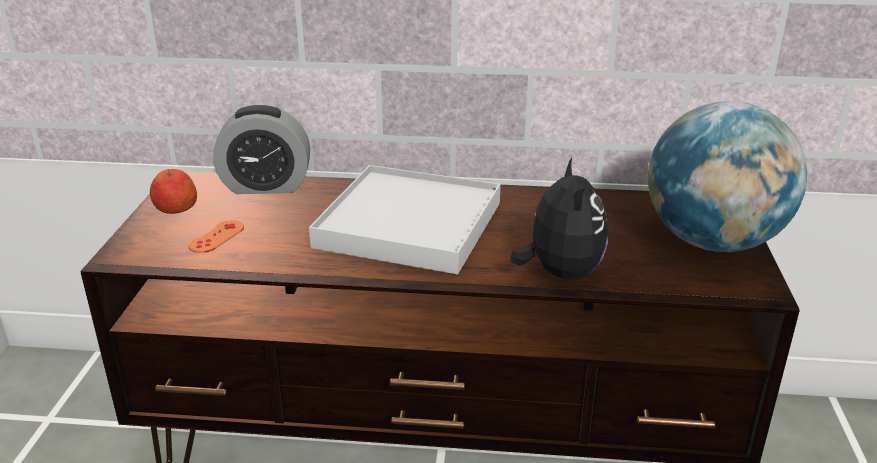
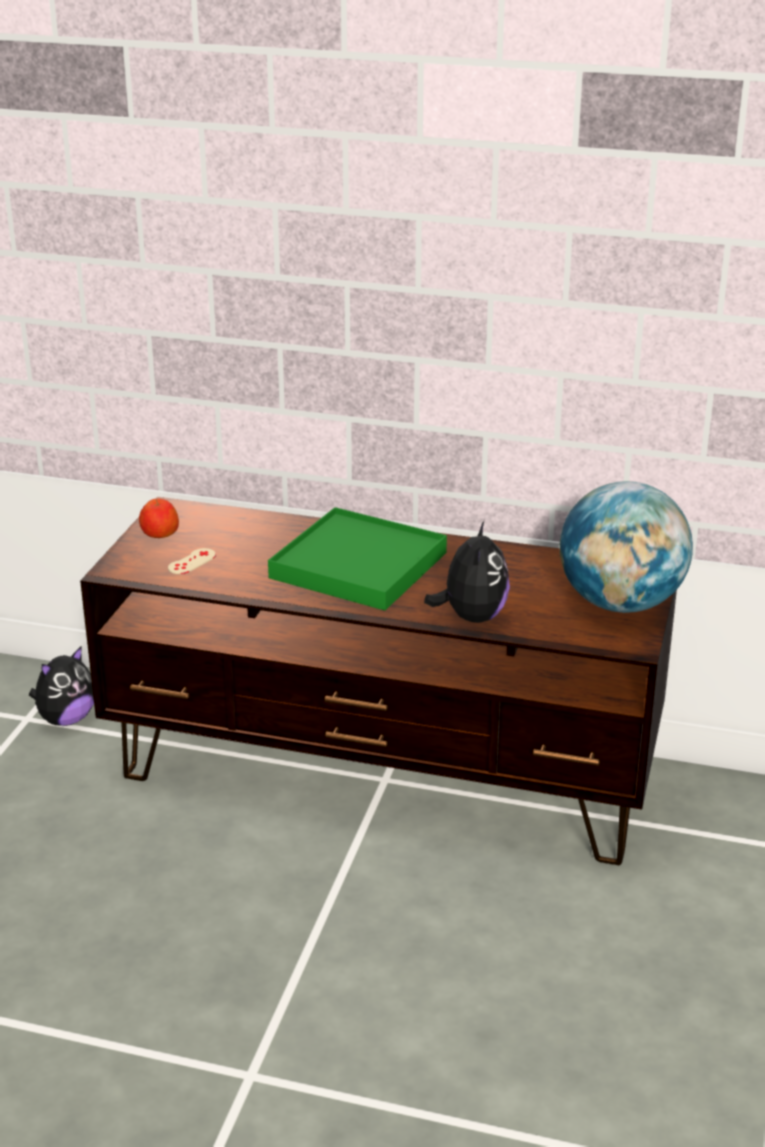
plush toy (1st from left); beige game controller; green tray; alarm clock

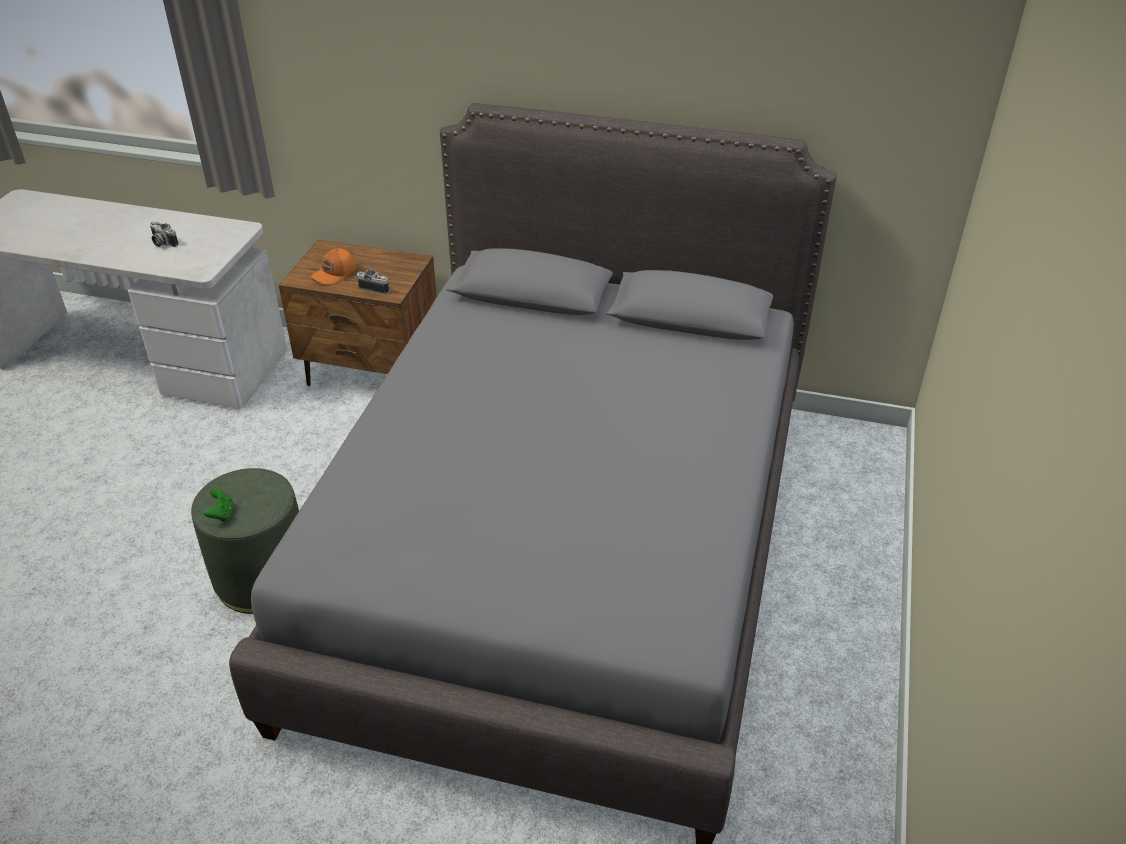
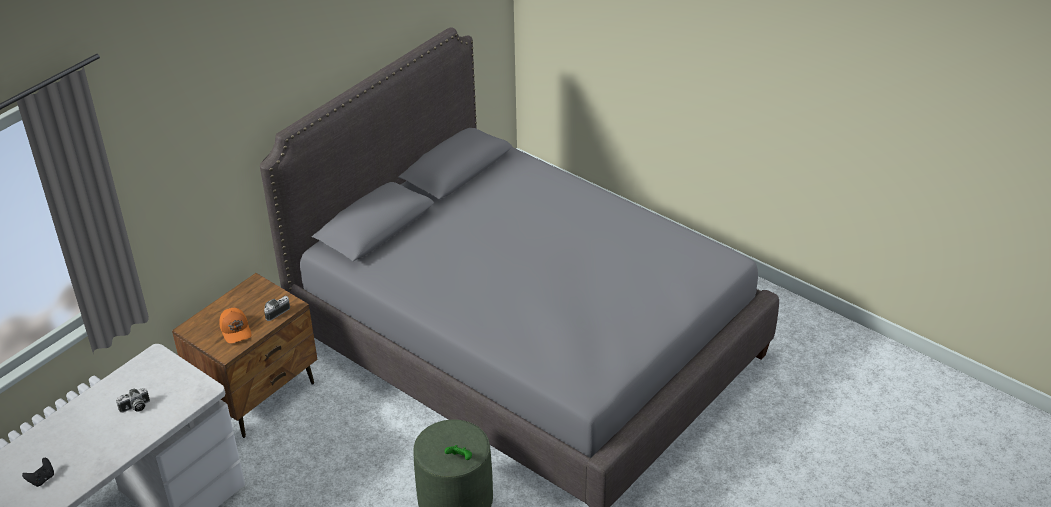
black game controller

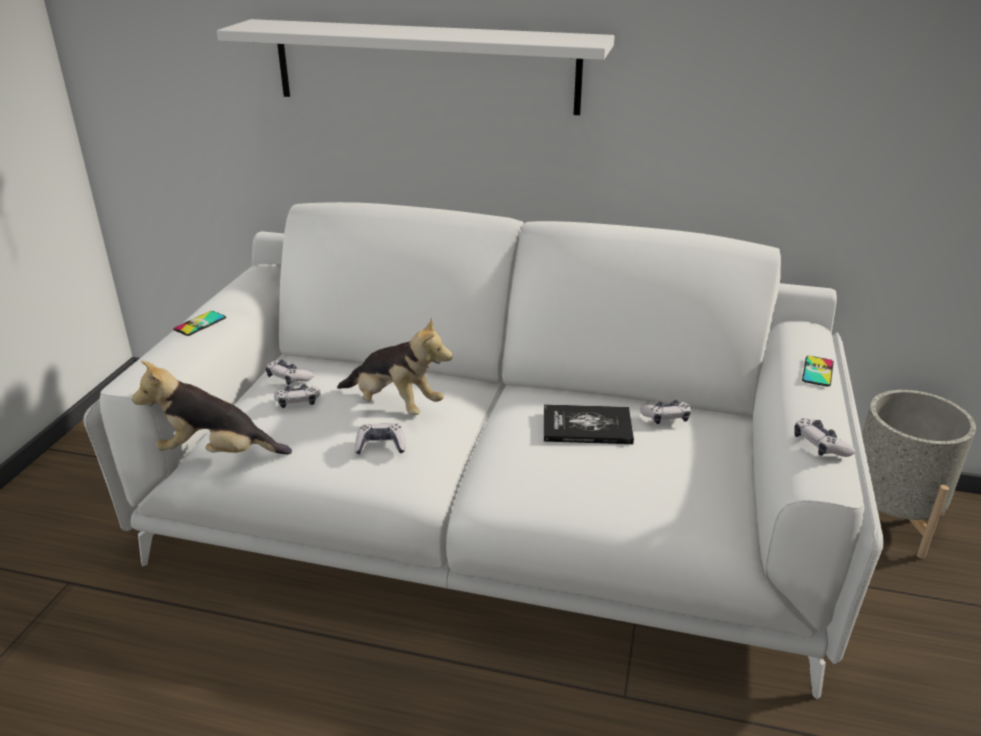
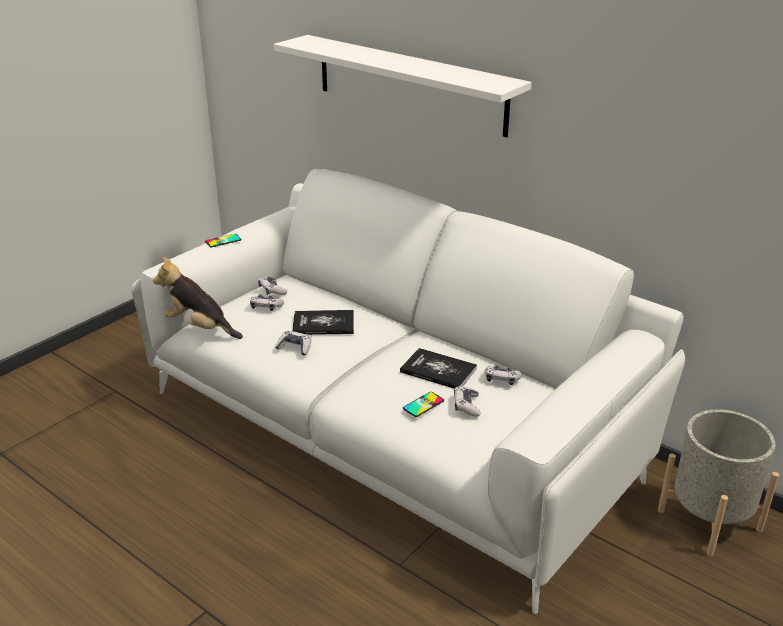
book (1st from left); phone (2nd from left); game controller (4th from left)

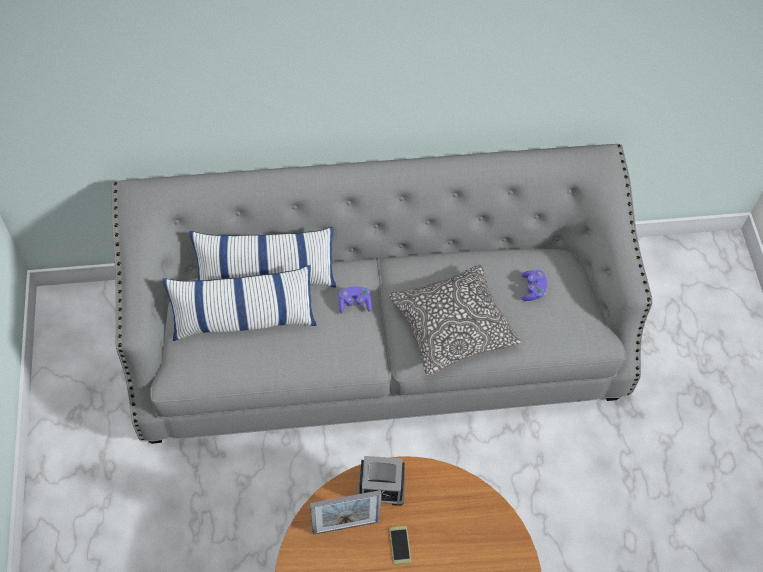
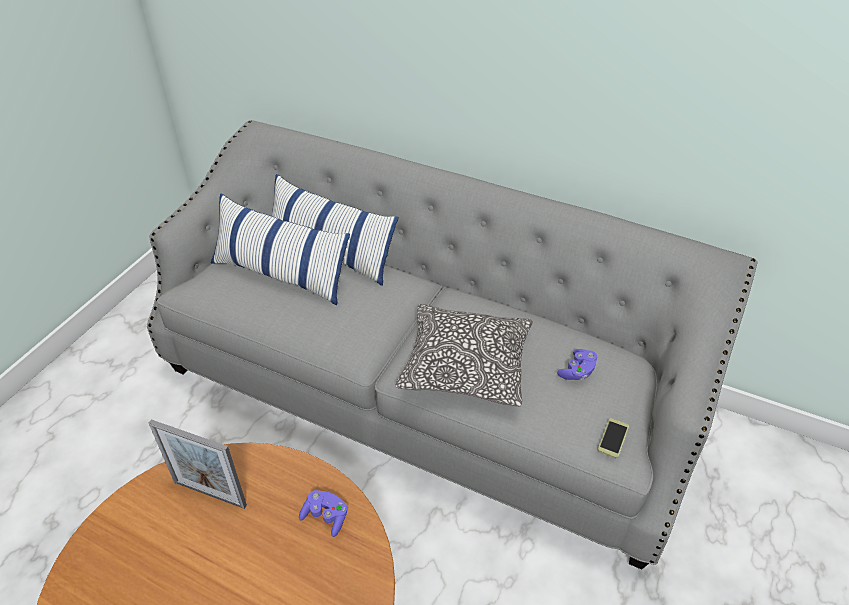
purple game controller (1st from left); phone; alarm clock

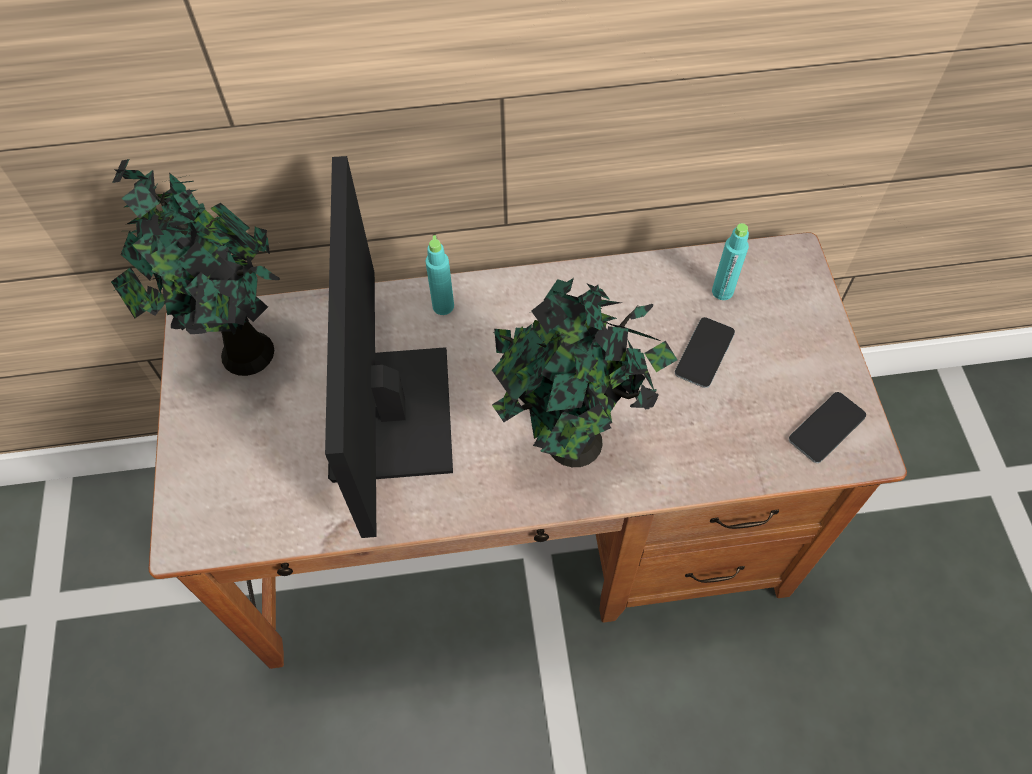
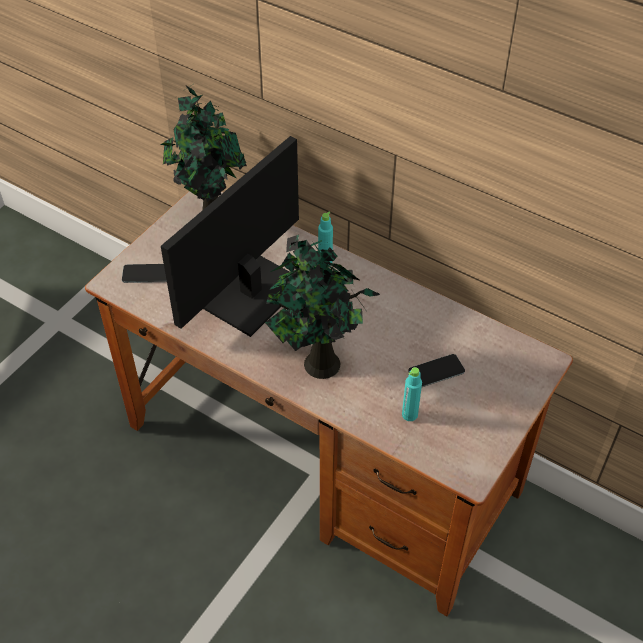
phone (1st from left); turquoise bottle (2nd from left)

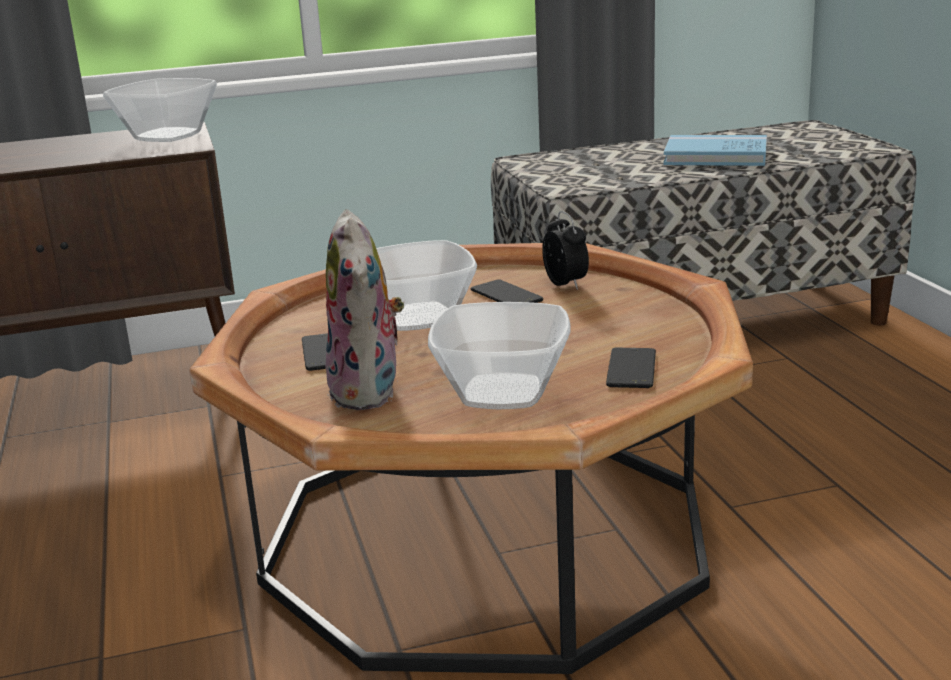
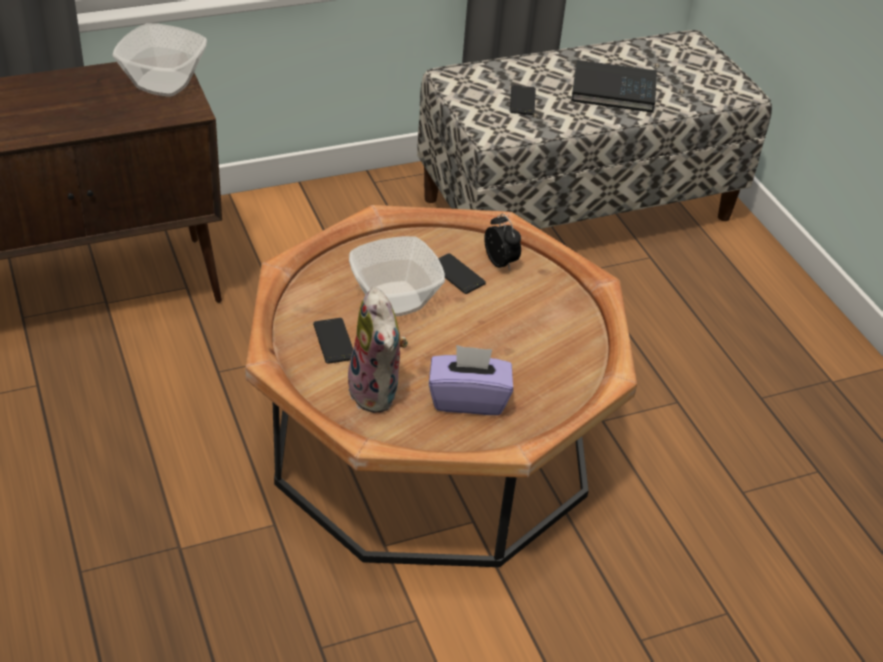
purple tissue box; phone (3rd from left); black book

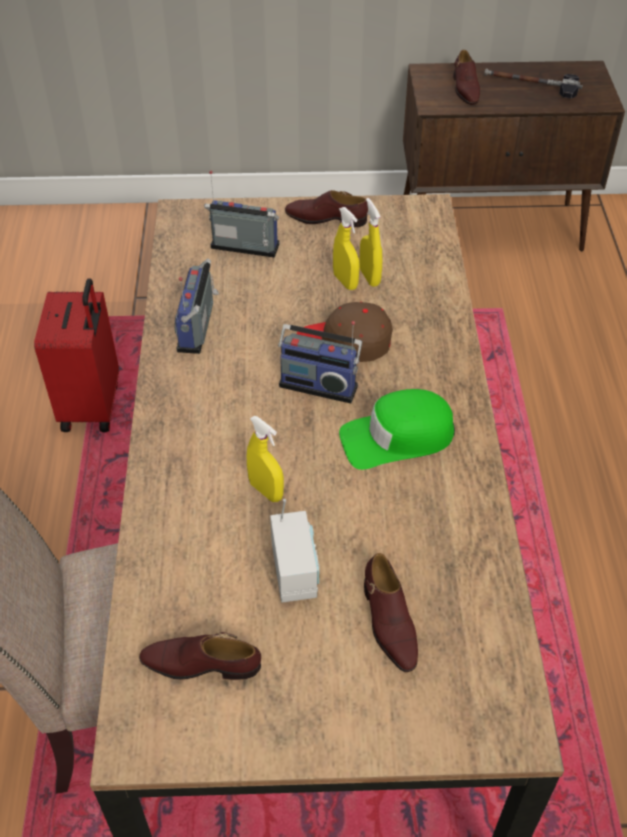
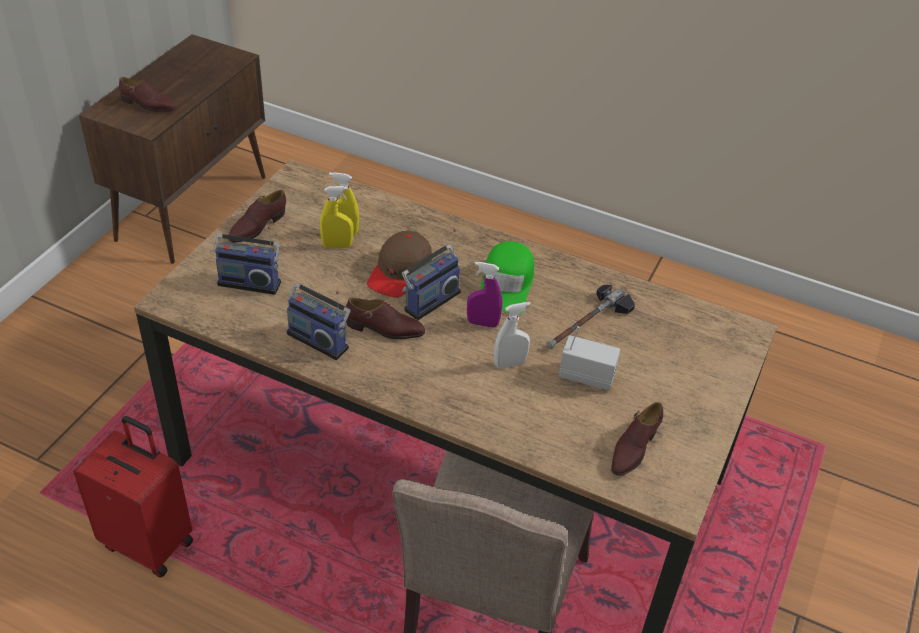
radio (1st from left); brown shoe (3rd from left); purple spray bottle; white spray bottle; hammer

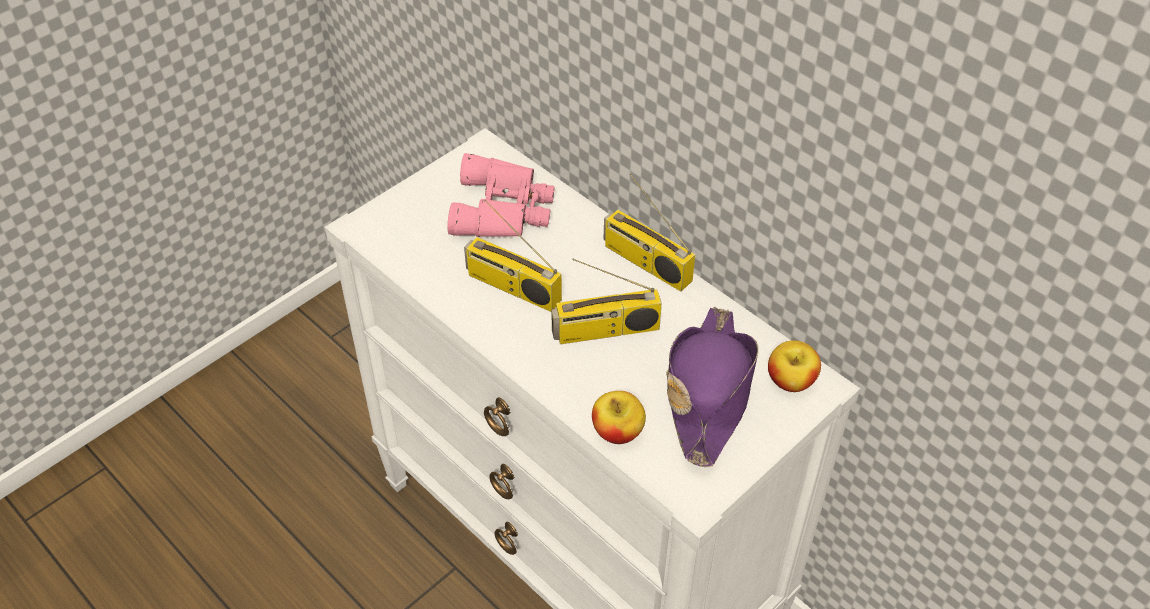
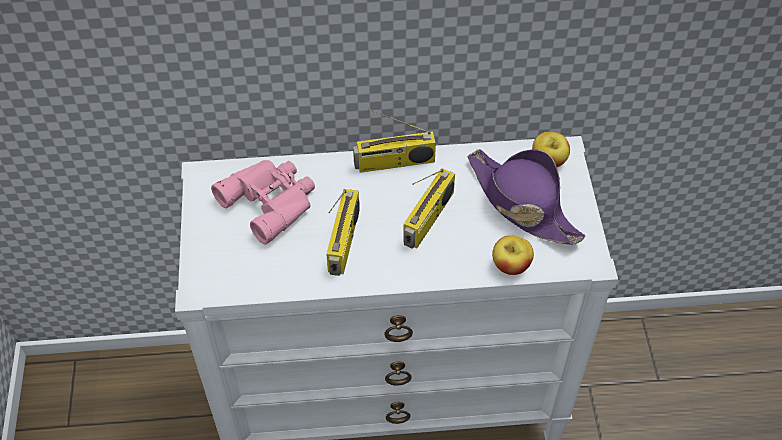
radio (1st from left)

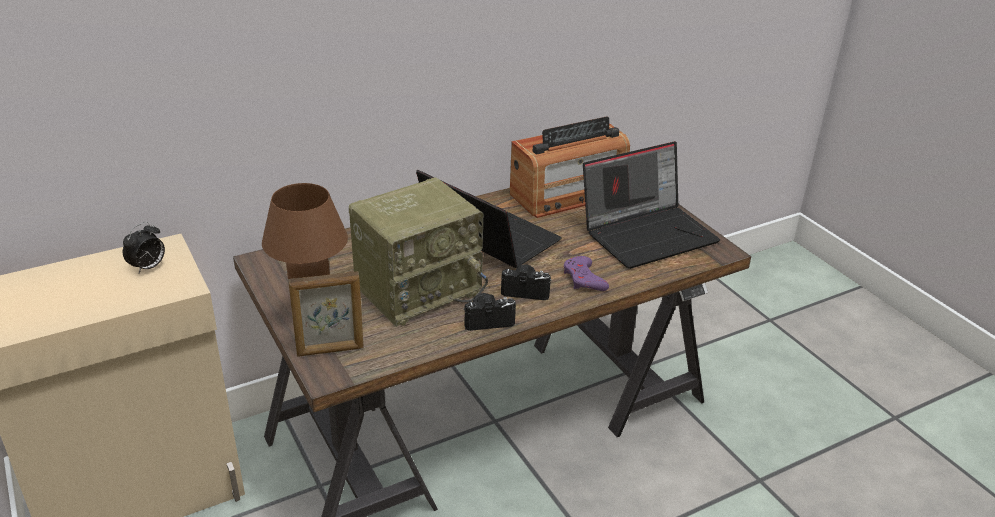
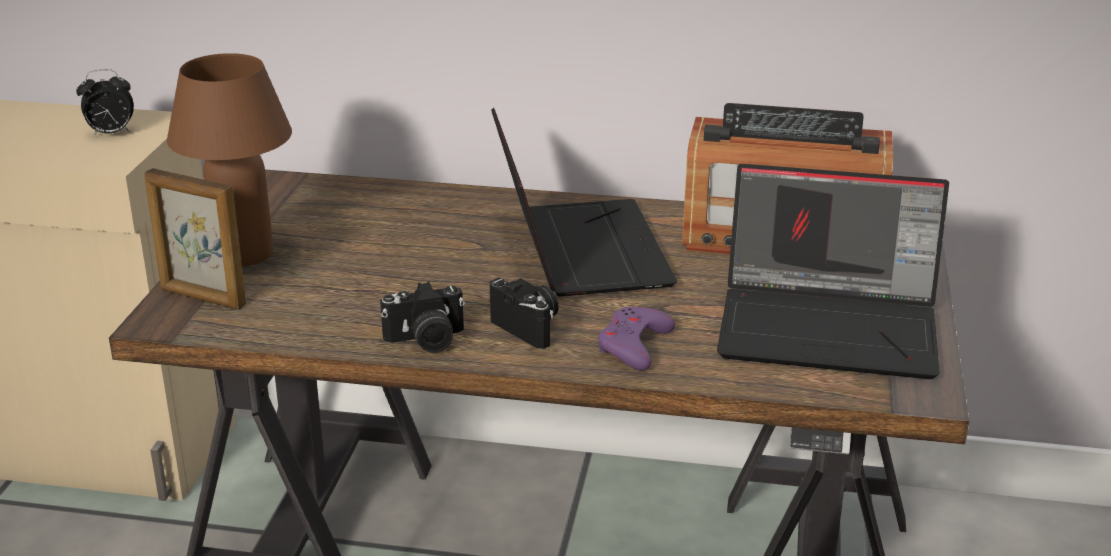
photo camera (1st from left); radio (1st from left in the first image)

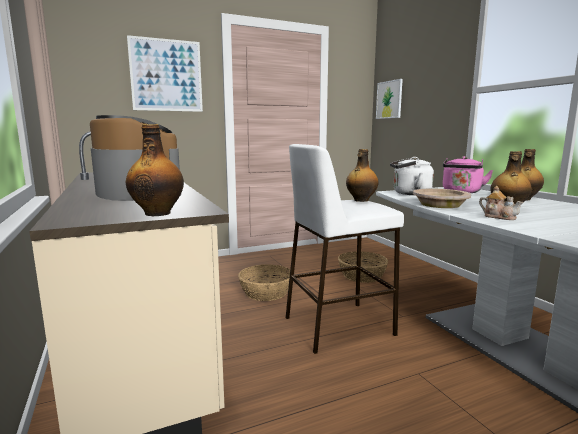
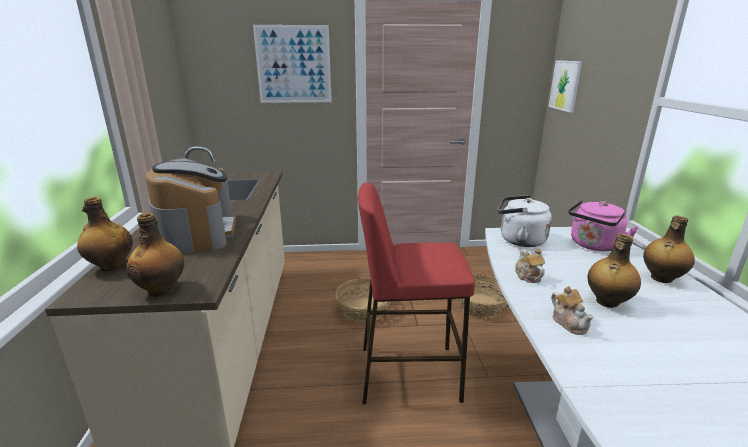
bottle (1st from left); red stool; teapot (1st from left)

